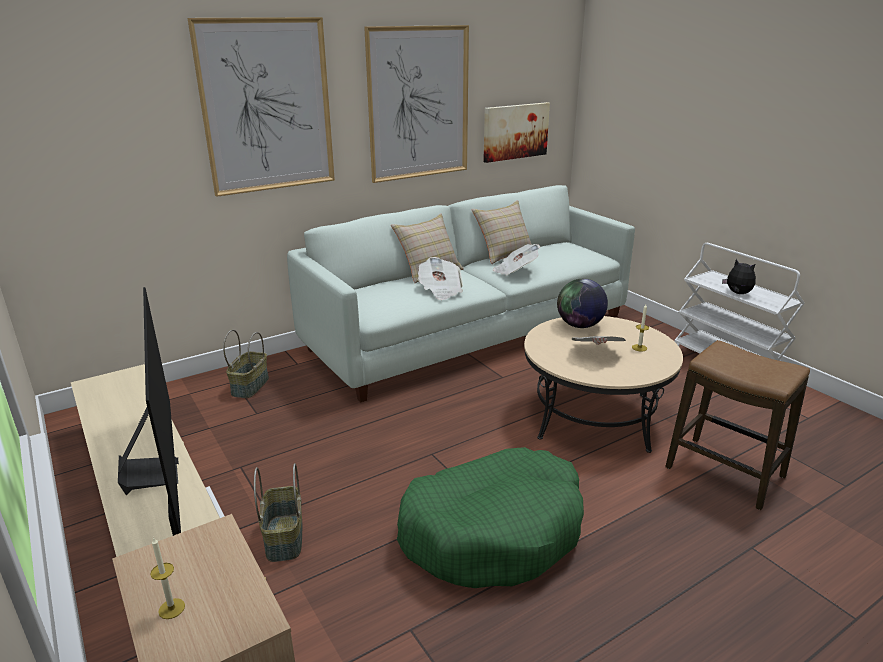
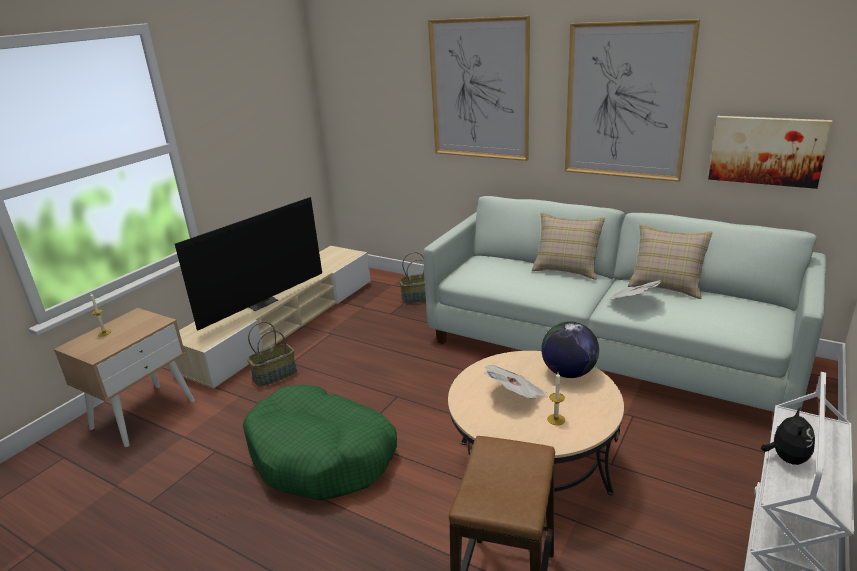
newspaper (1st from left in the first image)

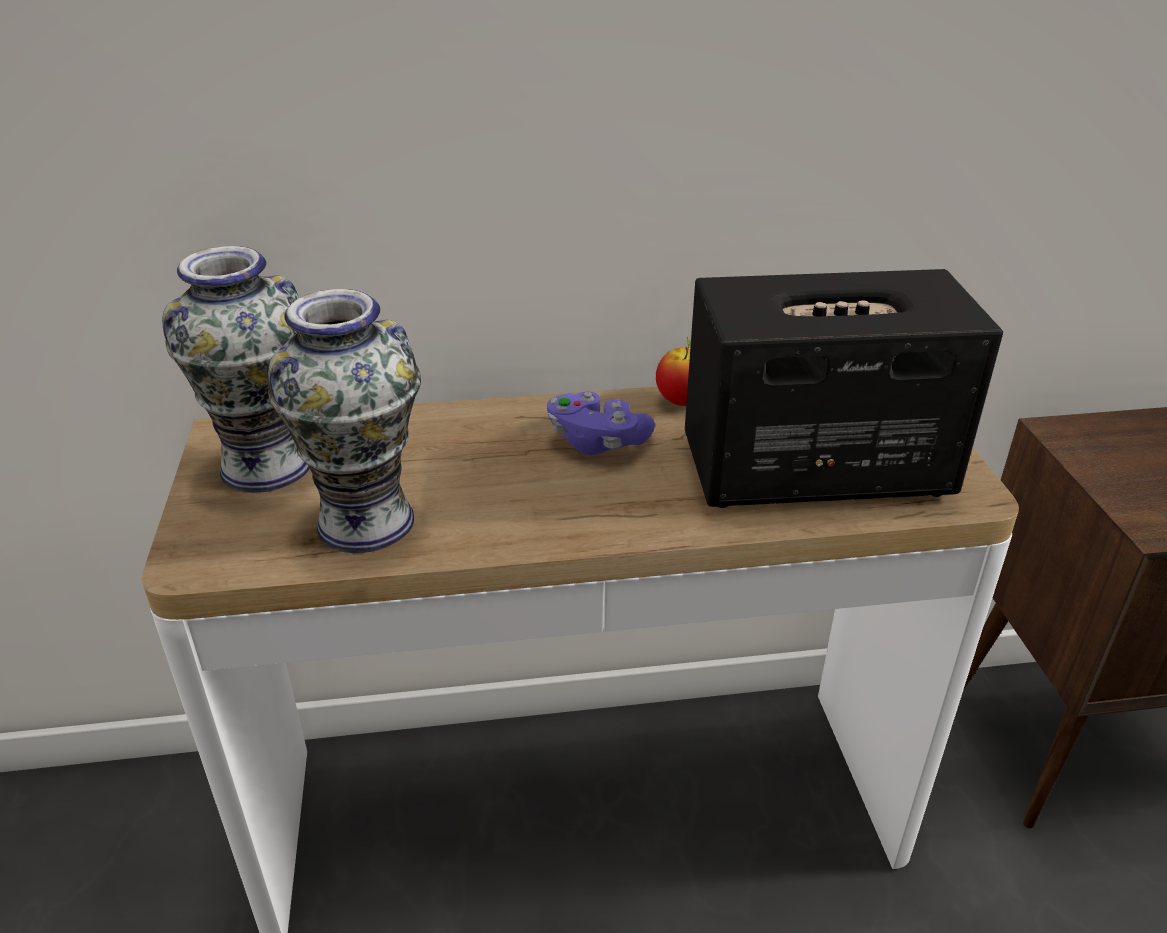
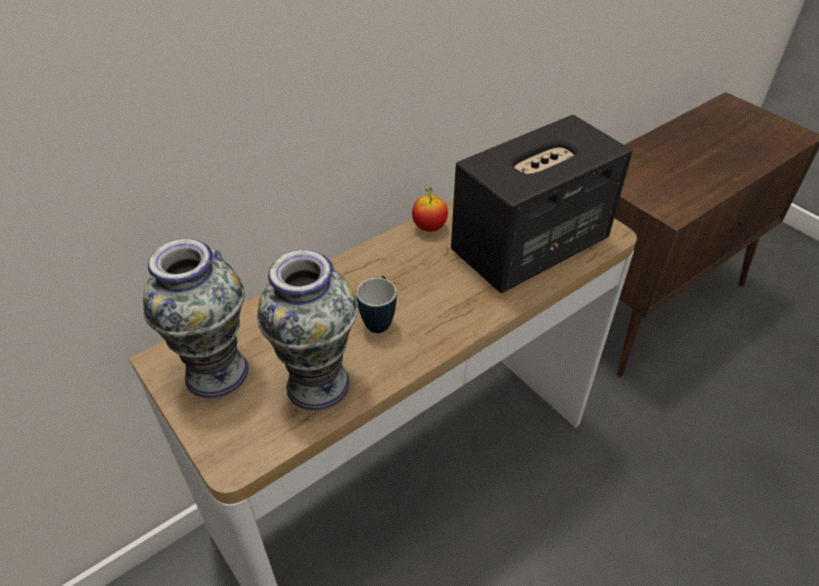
mug; purple game controller

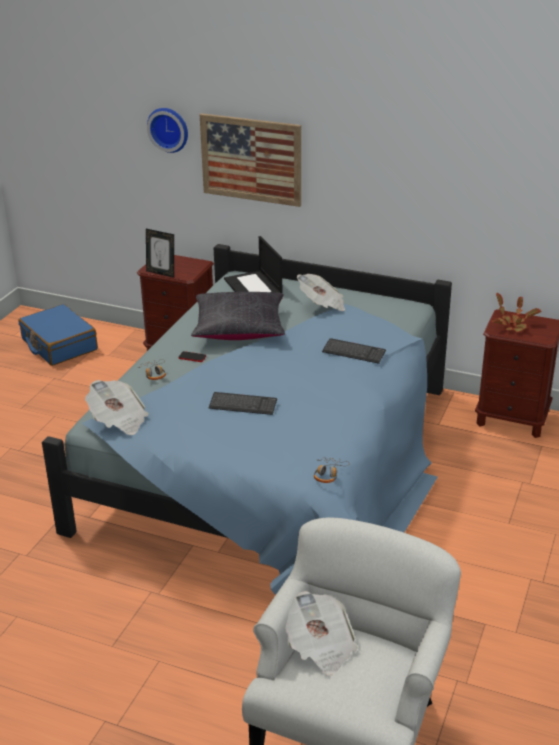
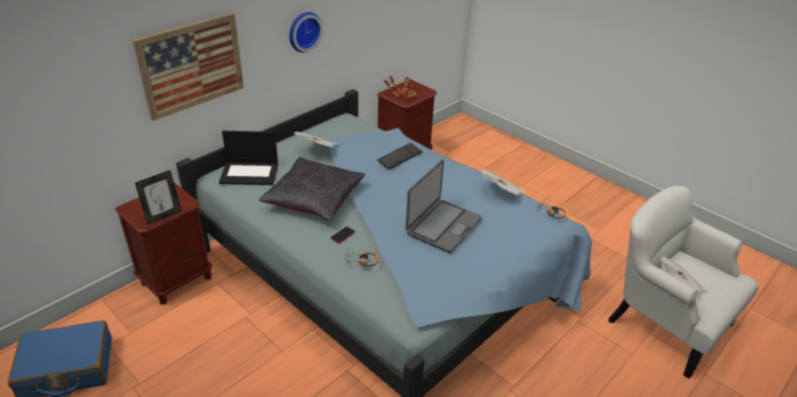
wall clock; laptop (2nd from left); newspaper (2nd from left)

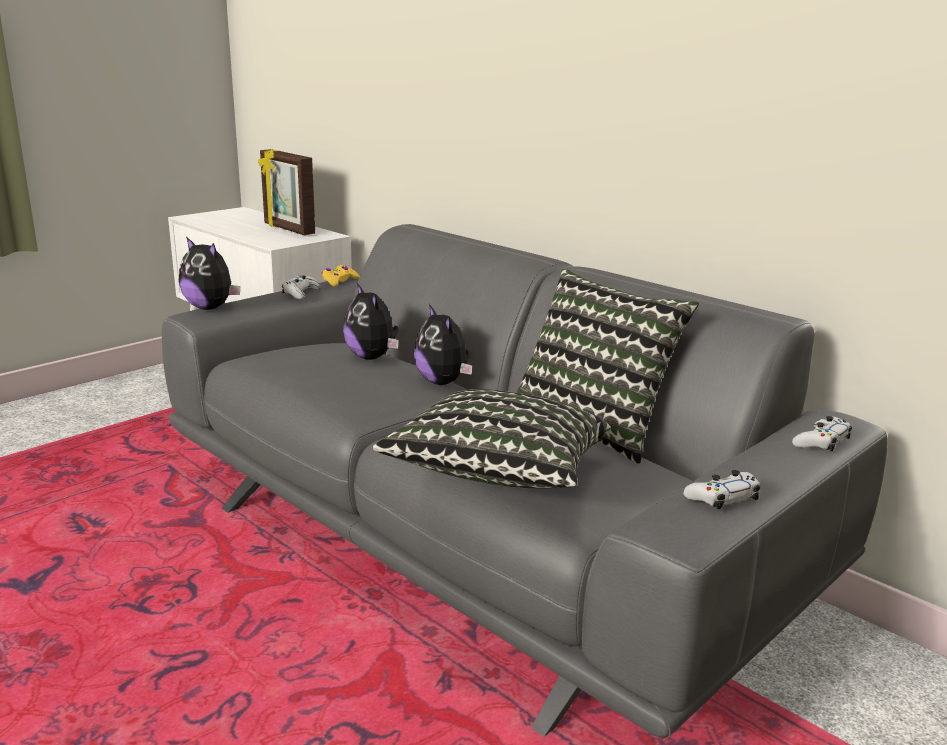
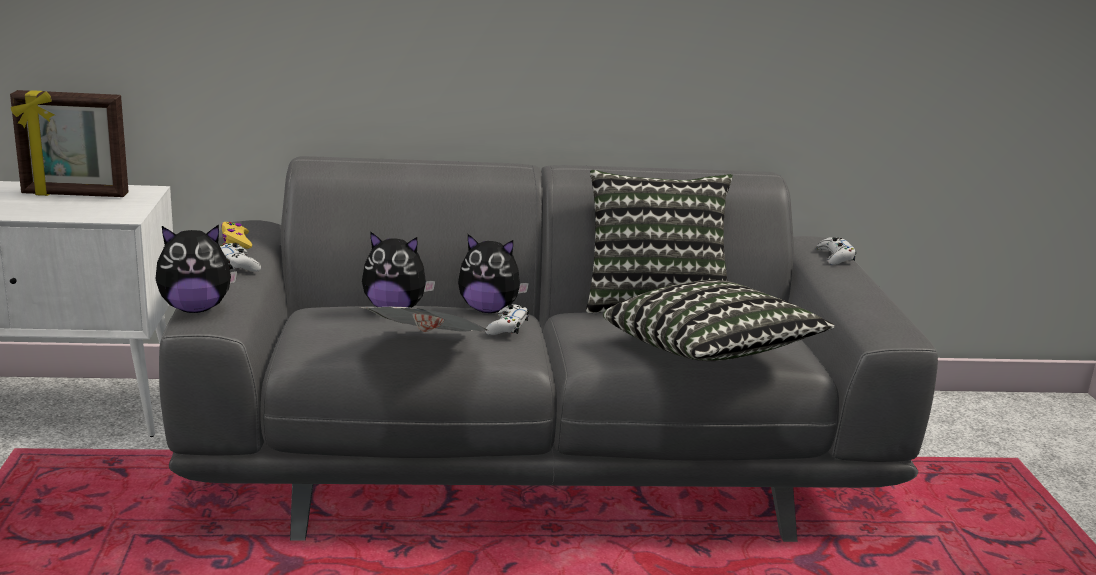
newspaper; white game controller (2nd from left)

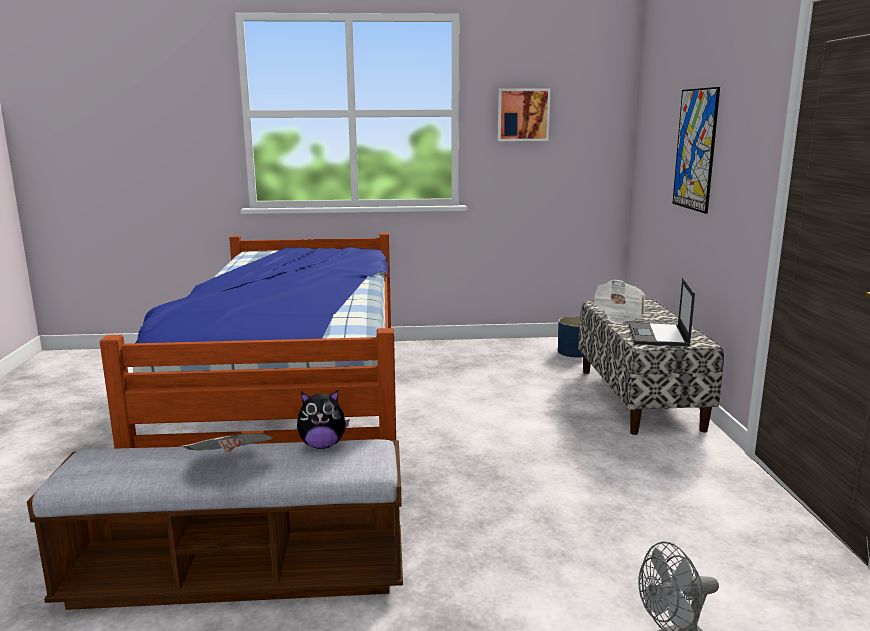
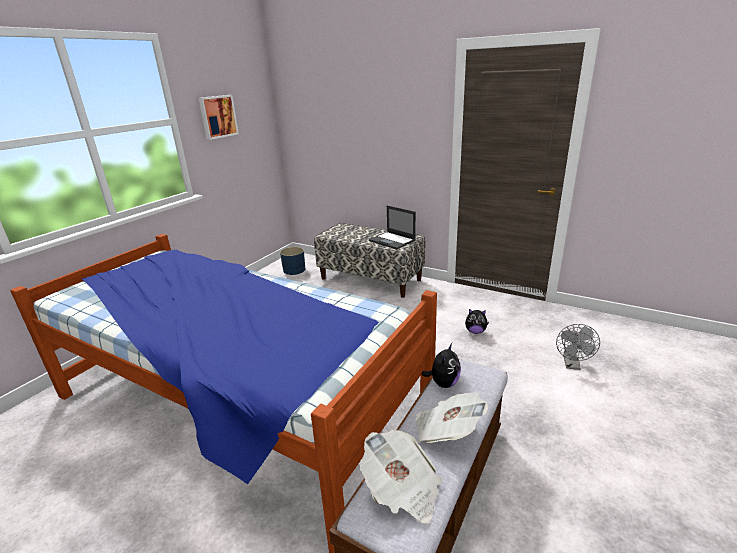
newspaper (1st from left); plush toy (2nd from left); picture (2nd from left in the first image)

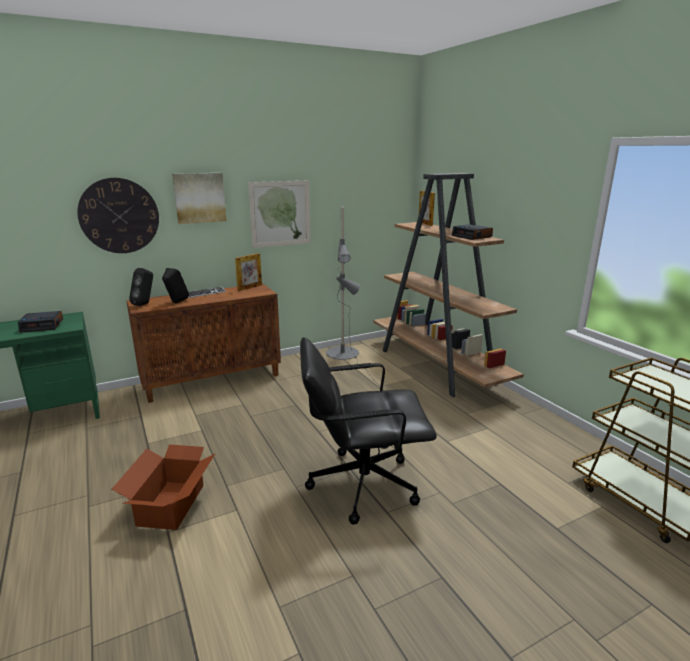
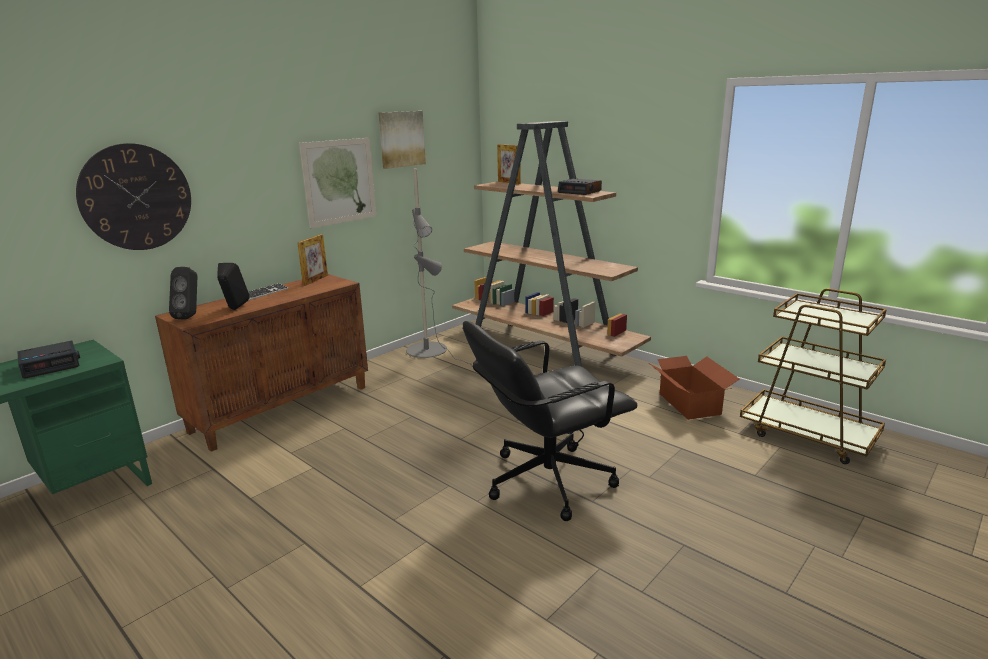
picture (2nd from left); cardboard box

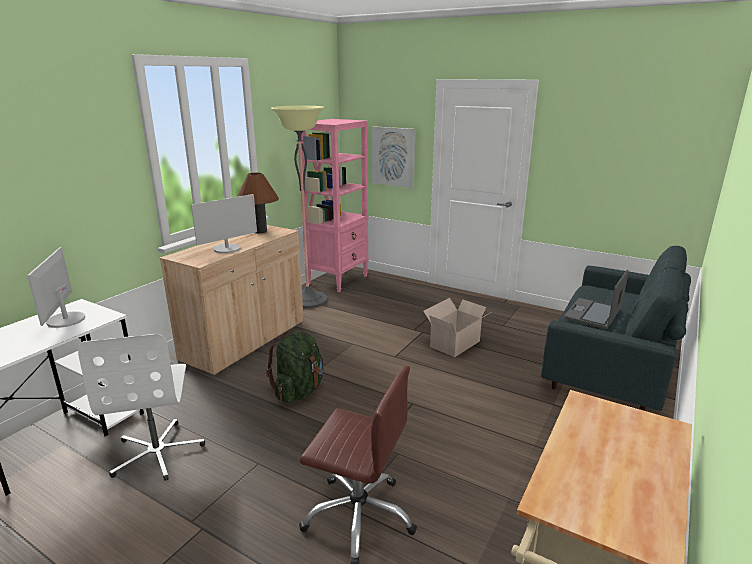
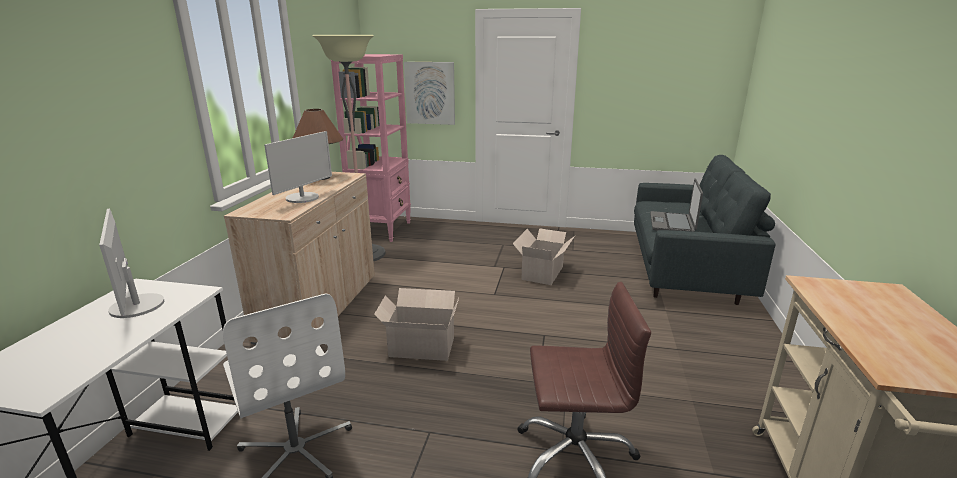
cardboard box (1st from left)

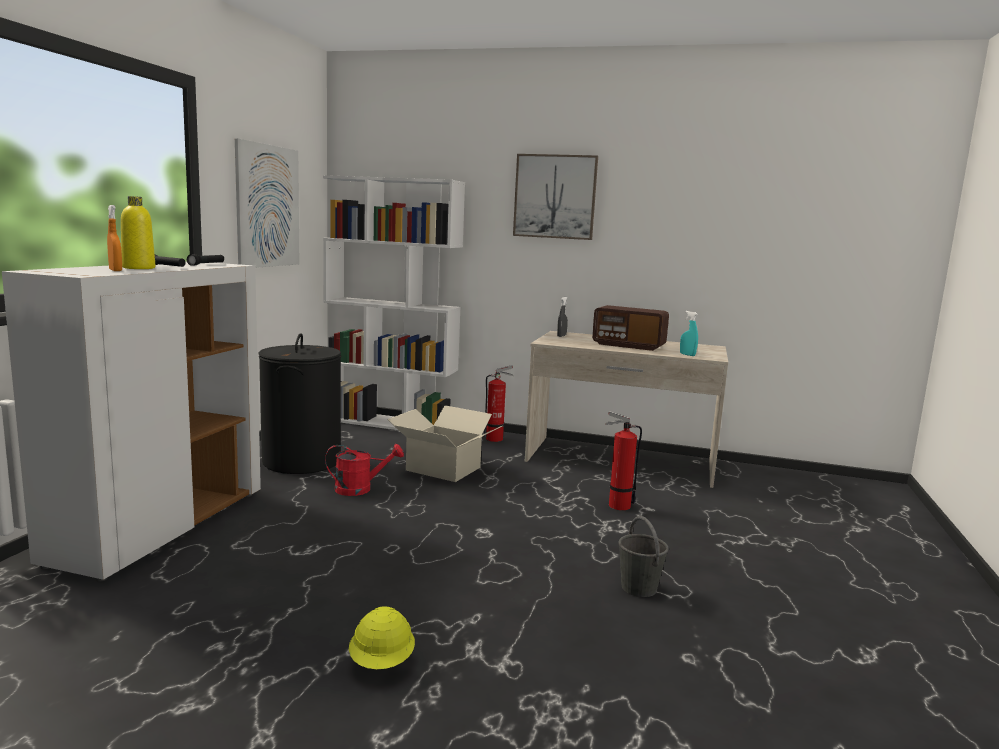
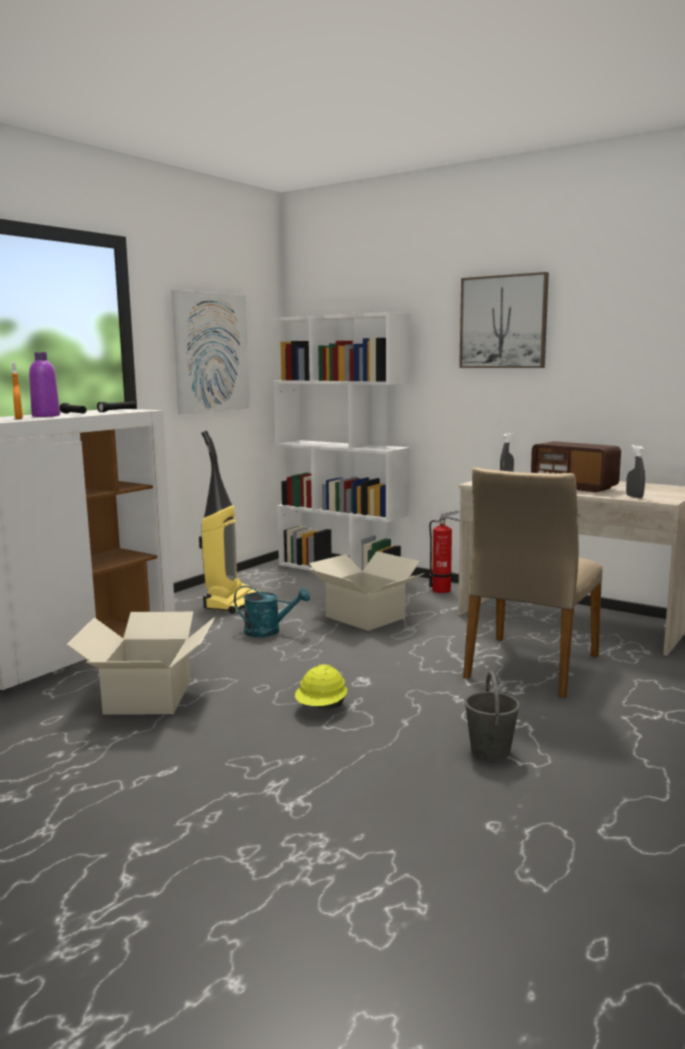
purple bottle; cardboard box (1st from left); vacuum cleaner; turquoise watering can; yellow hard hat; beige chair; grey spray bottle (2nd from left)

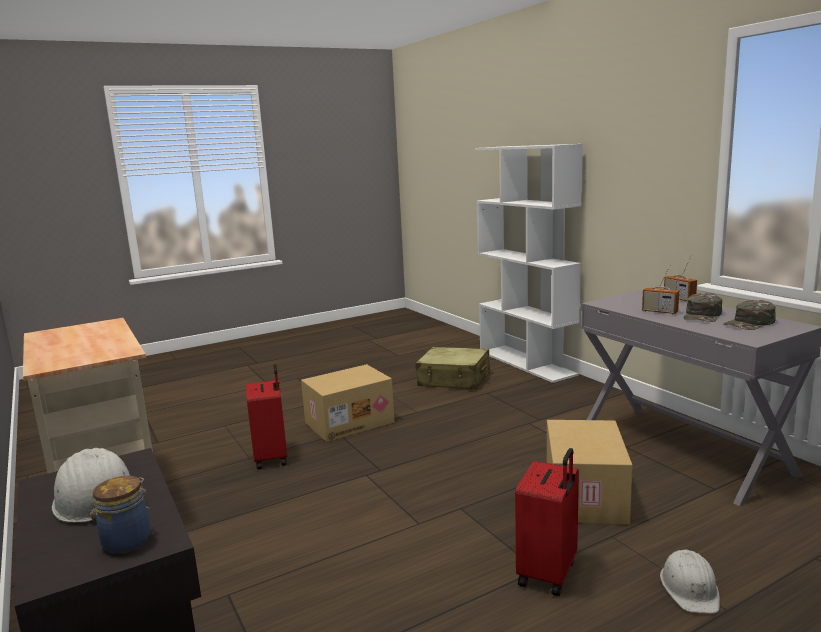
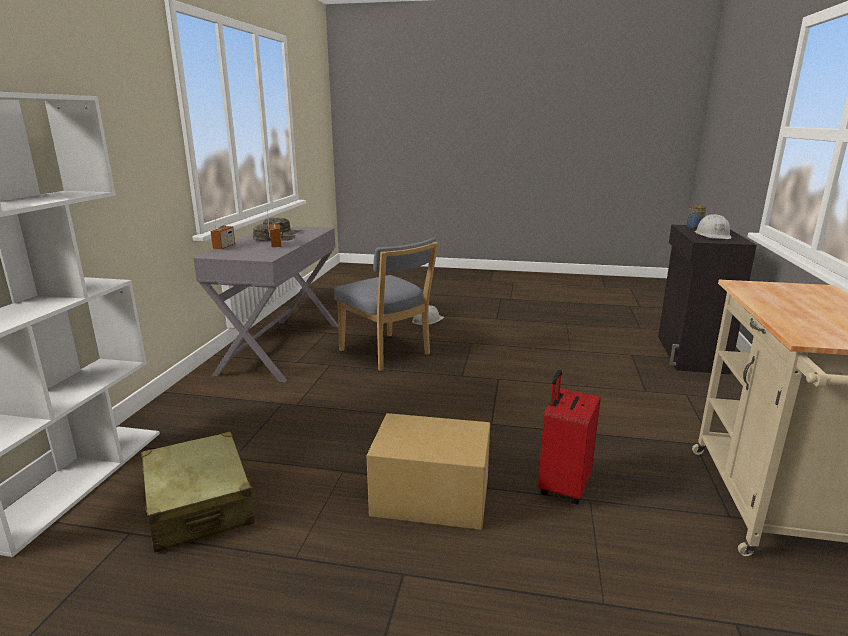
grey chair; red suitcase (2nd from left in the first image)

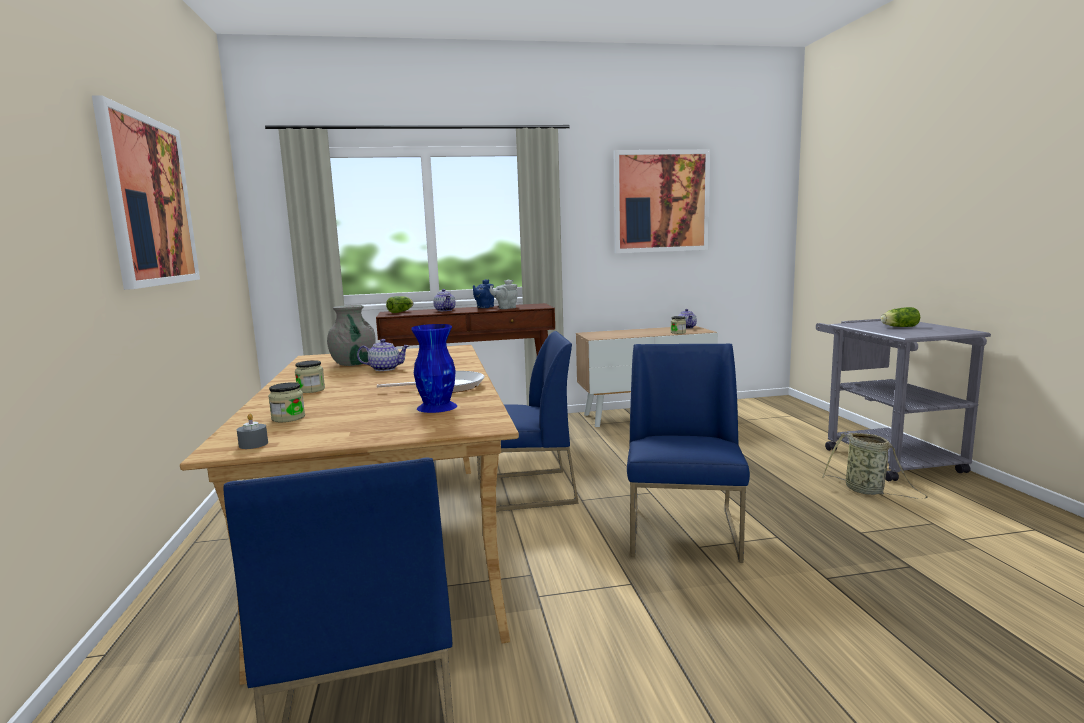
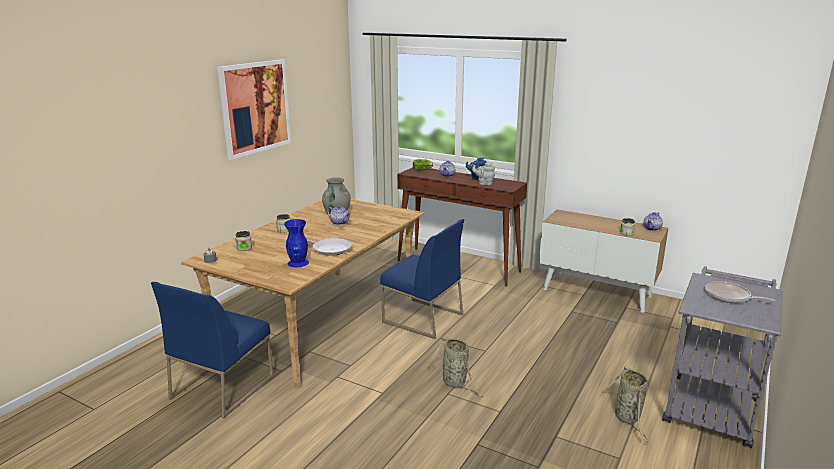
basket (1st from left); frying pan (2nd from left); picture (2nd from left in the first image)

